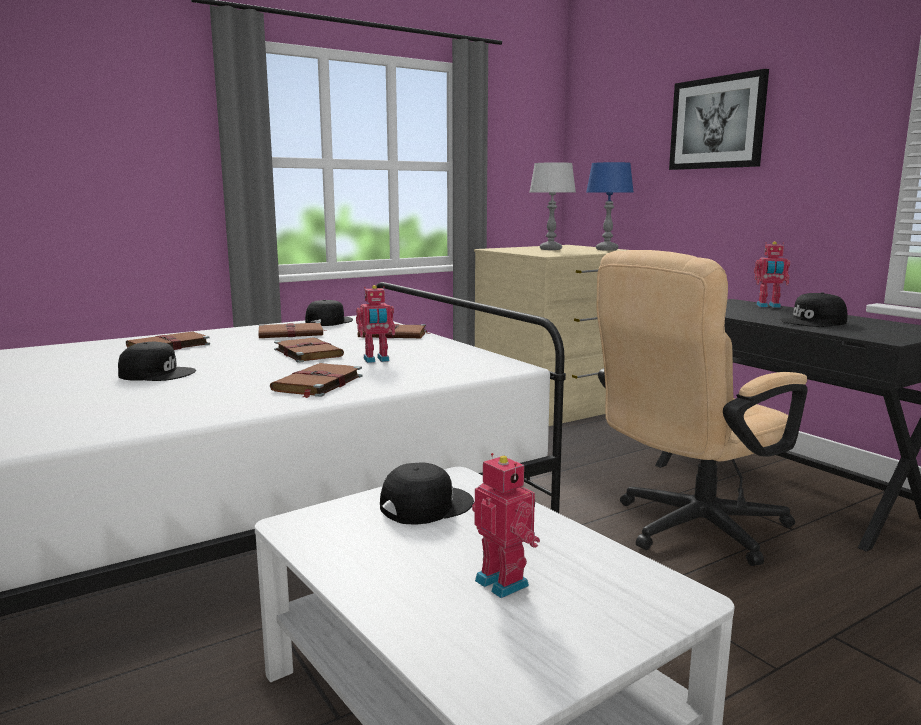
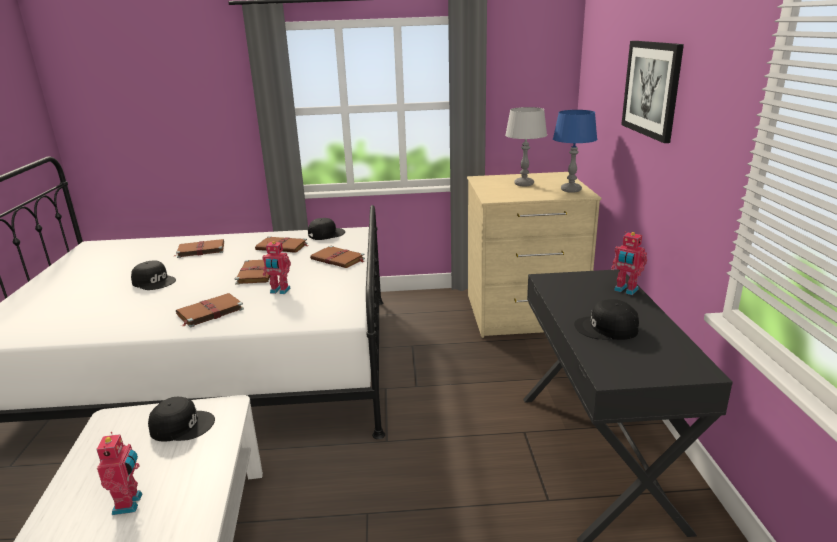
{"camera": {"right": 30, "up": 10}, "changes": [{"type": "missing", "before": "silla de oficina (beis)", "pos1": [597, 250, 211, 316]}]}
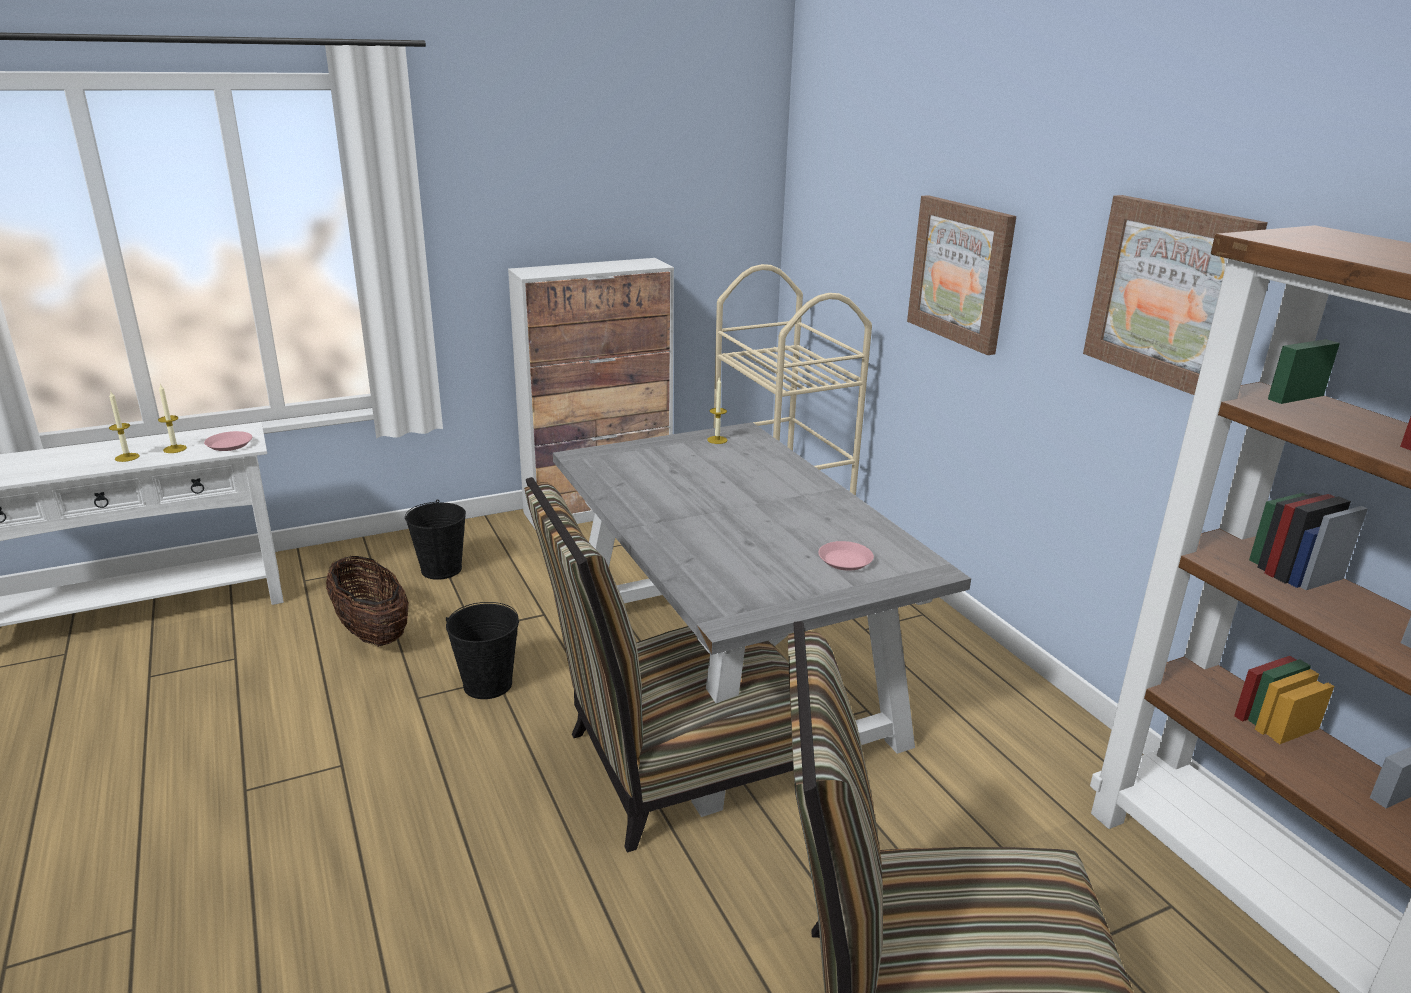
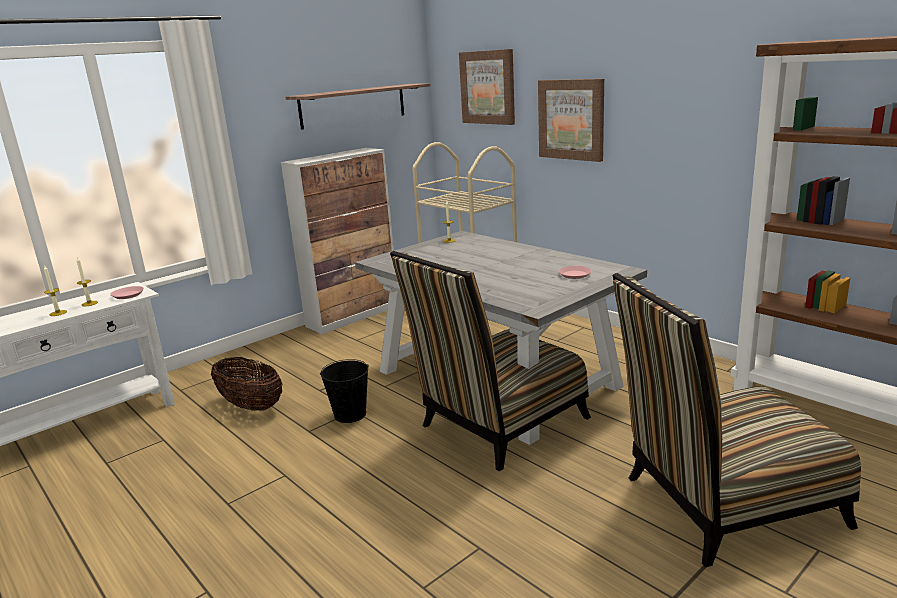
{"camera": {"right": -15, "up": -5}, "changes": [{"type": "appeared", "after": "estante", "pos2": [285, 83, 145, 47]}, {"type": "relocated", "before": "cuadro", "pos1": [1083, 195, 185, 200], "pos2": [459, 49, 56, 76]}, {"type": "missing", "before": "cubo (negro)", "pos1": [405, 500, 61, 80]}]}
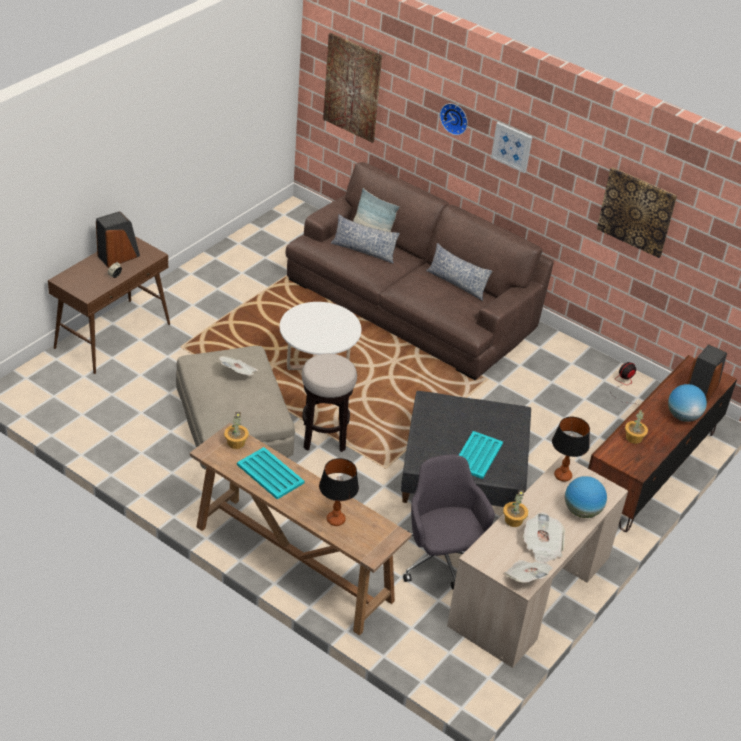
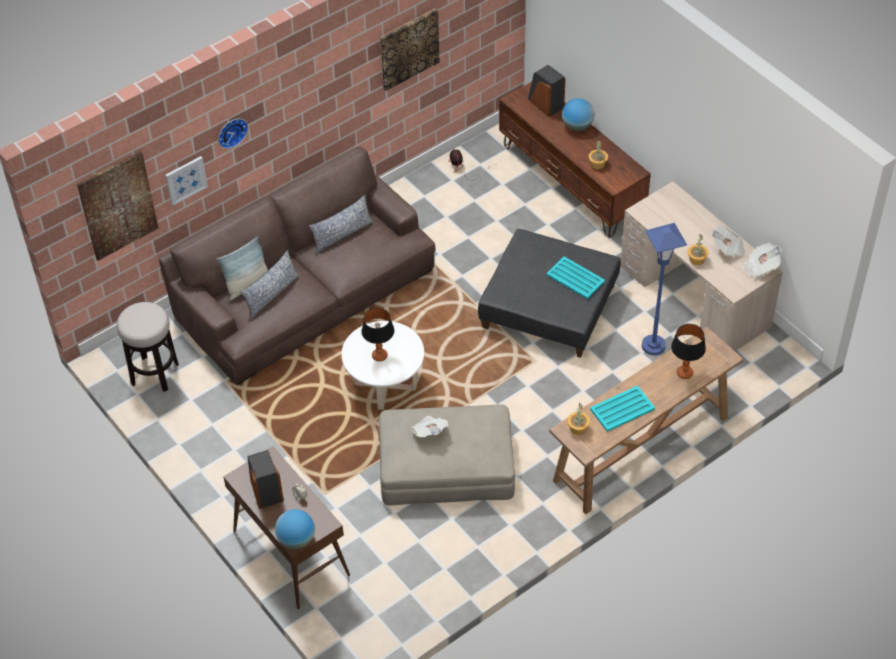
{"camera": {"right": -70, "up": 10}, "changes": [{"type": "relocated", "before": "taburete", "pos1": [302, 354, 55, 98], "pos2": [117, 302, 62, 90]}, {"type": "relocated", "before": "cuadro", "pos1": [491, 122, 41, 51], "pos2": [165, 156, 43, 50]}, {"type": "relocated", "before": "globo terráqueo", "pos1": [565, 476, 42, 42], "pos2": [275, 509, 40, 40]}, {"type": "relocated", "before": "lámpara de mesa", "pos1": [552, 417, 38, 65], "pos2": [361, 308, 33, 53]}, {"type": "exchanged", "before": "silla de oficina (gris)", "after": "lámpara de pie (azul)", "pos1": [403, 455, 92, 134], "pos2": [642, 223, 45, 132]}]}
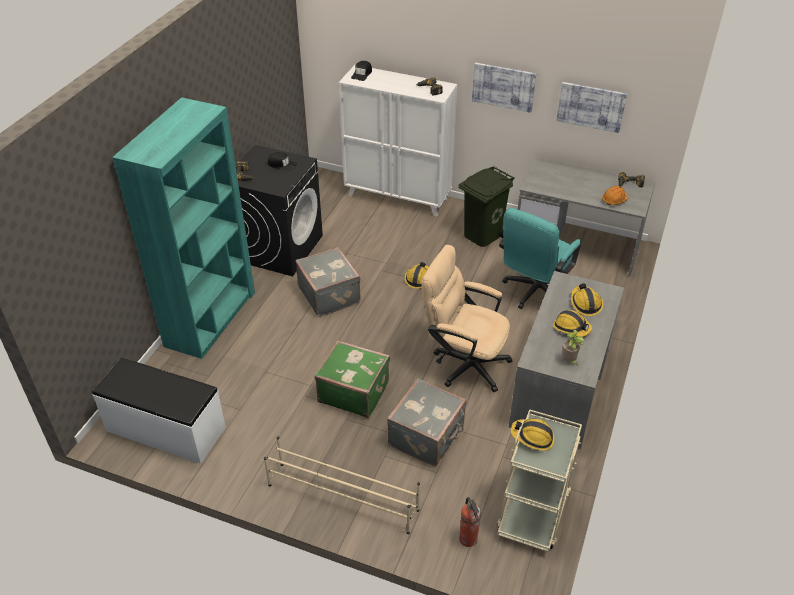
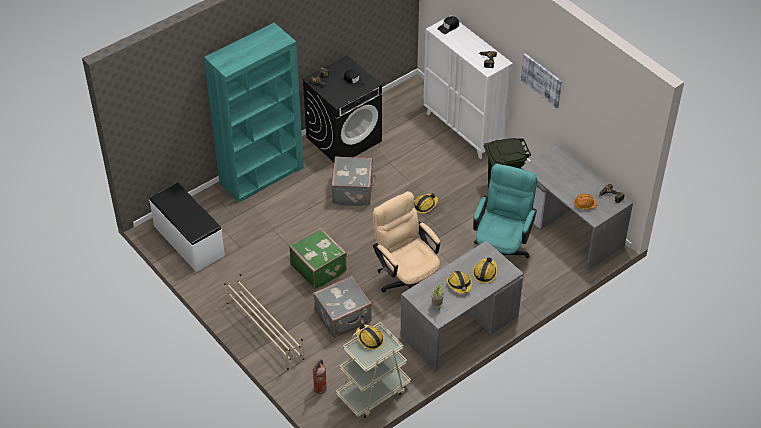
{"camera": {"right": 30, "up": 5}, "changes": [{"type": "spun", "before": "silla de oficina (turquesa)", "pos1": [499, 208, 82, 101], "pos2": [473, 164, 64, 94], "turn": 135}, {"type": "missing", "before": "cuadro", "pos1": [556, 82, 71, 51]}]}
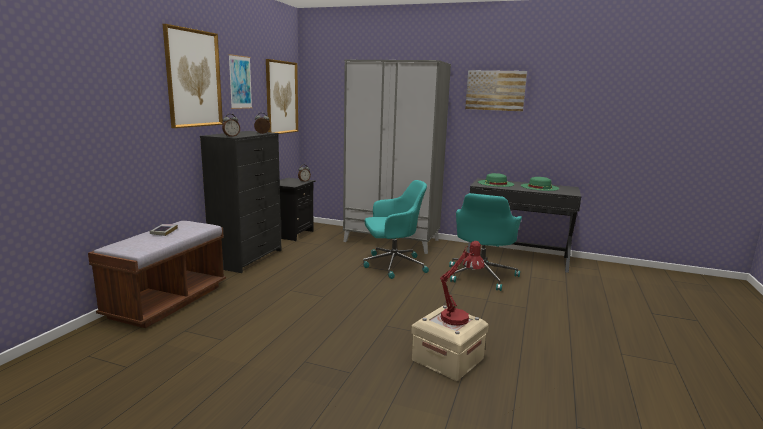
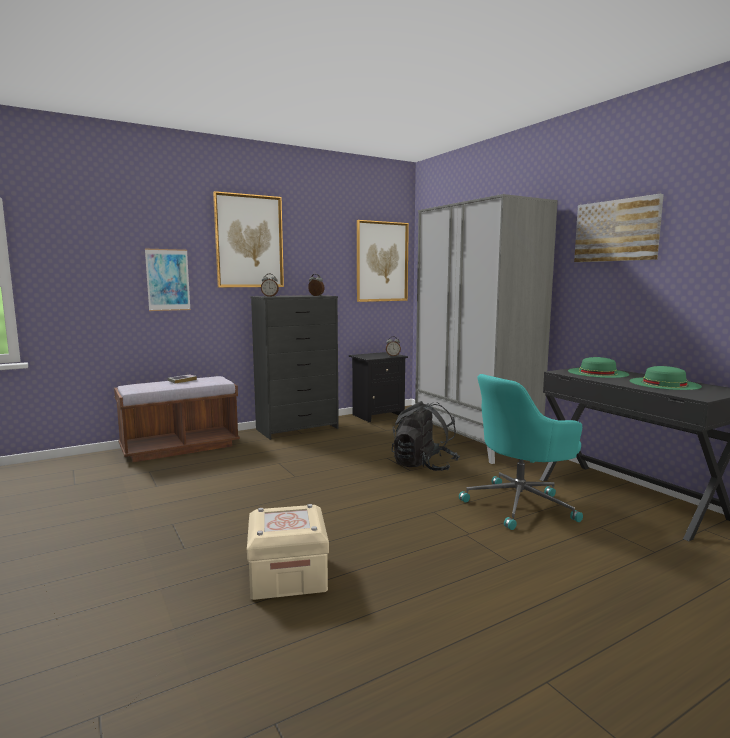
{"camera": {"right": 40, "up": -5}, "changes": [{"type": "relocated", "before": "cuadro", "pos1": [228, 54, 24, 55], "pos2": [145, 249, 46, 62]}, {"type": "exchanged", "before": "silla de oficina (turquesa)", "after": "mochila (negro)", "pos1": [363, 180, 66, 99], "pos2": [392, 401, 68, 70]}, {"type": "missing", "before": "lámpara de mesa (rojo)", "pos1": [440, 241, 45, 85]}]}
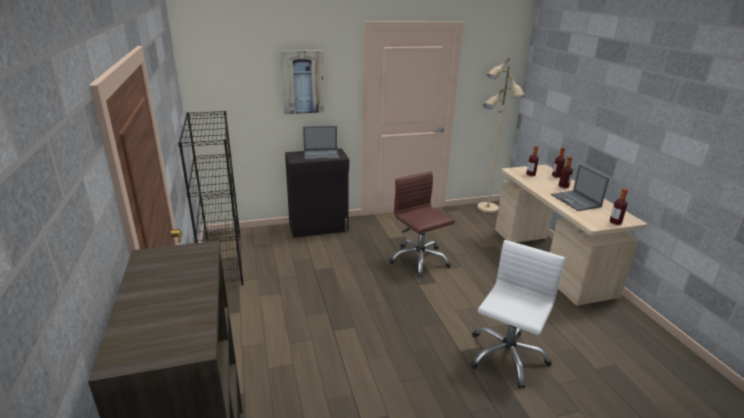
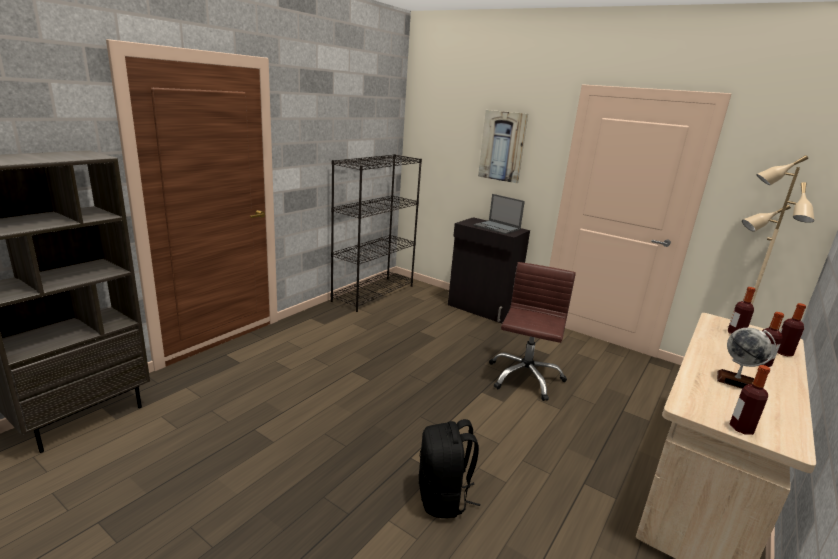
{"camera": {"right": 50, "up": -5}, "changes": [{"type": "exchanged", "before": "silla de oficina (blanco)", "after": "mochila (negro)", "pos1": [470, 240, 95, 149], "pos2": [419, 419, 61, 99]}, {"type": "exchanged", "before": "portátil", "after": "globo terráqueo", "pos1": [551, 165, 58, 46], "pos2": [717, 328, 59, 61]}]}
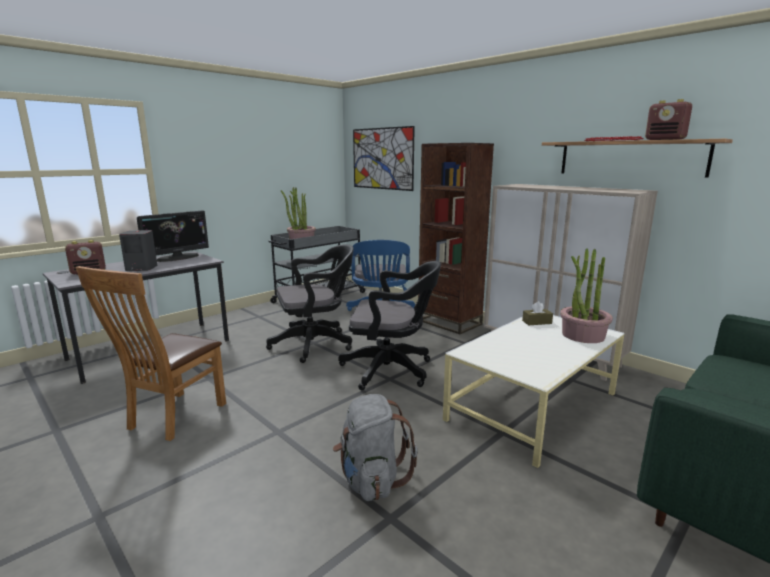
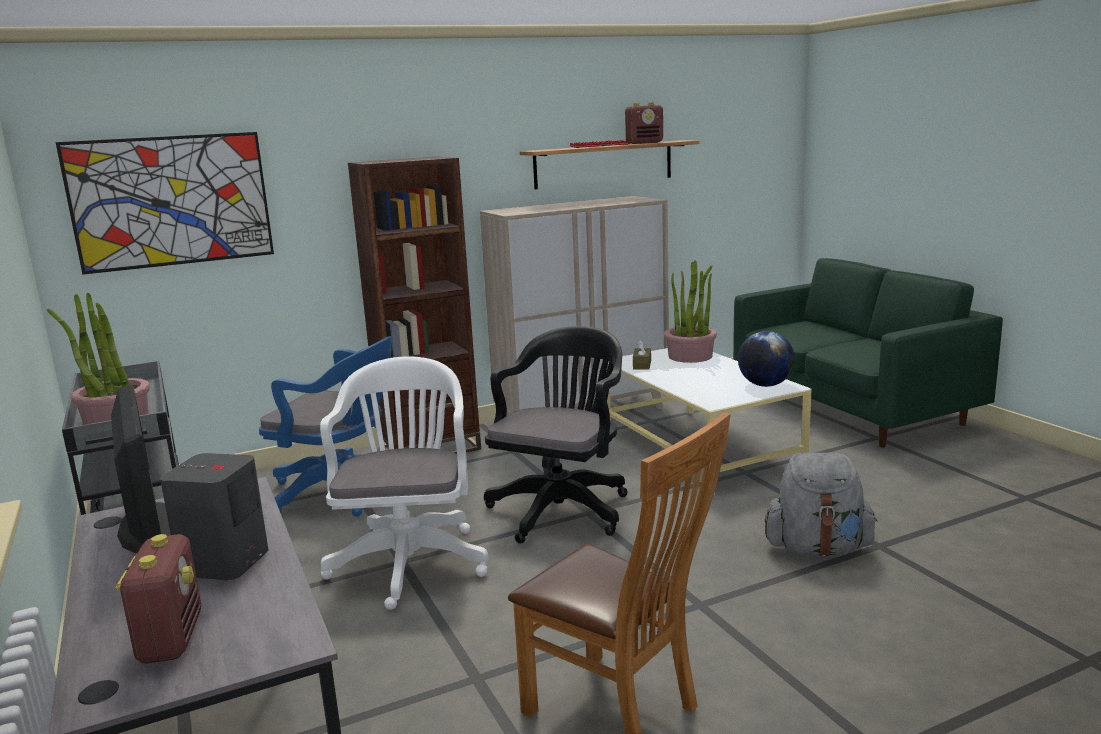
{"camera": {"right": -70, "up": 0}, "changes": [{"type": "colour", "before": "silla de oficina (negro)", "after": "silla de oficina (blanco)", "pos1": [266, 244, 88, 119], "pos2": [320, 356, 169, 254]}, {"type": "appeared", "after": "globo terráqueo", "pos2": [738, 331, 57, 56]}]}
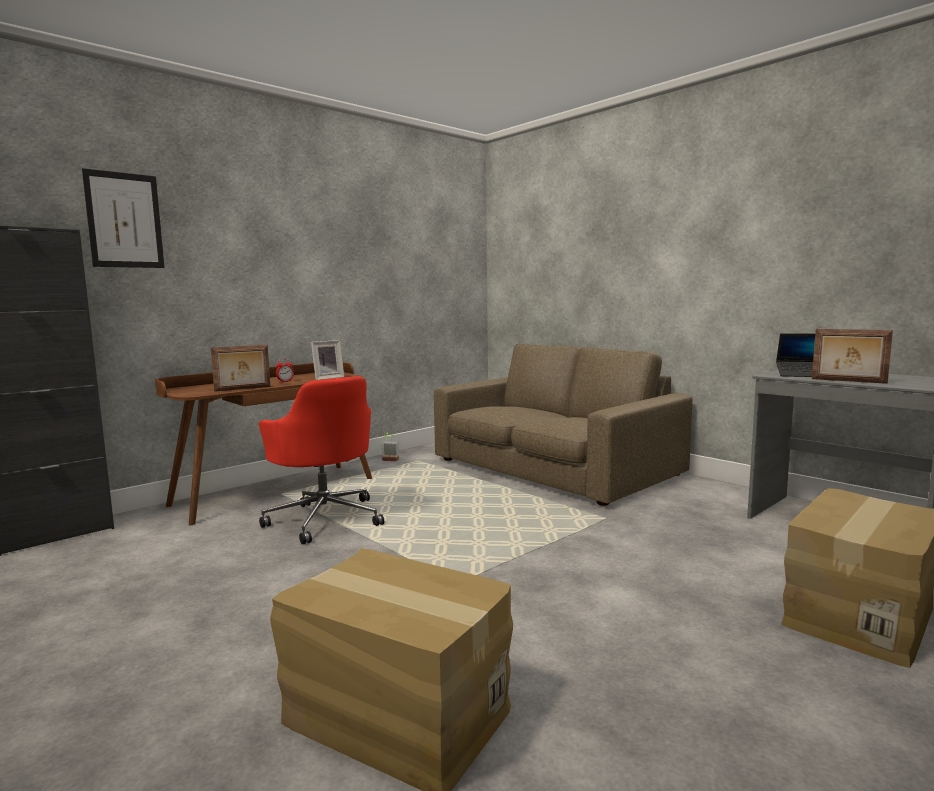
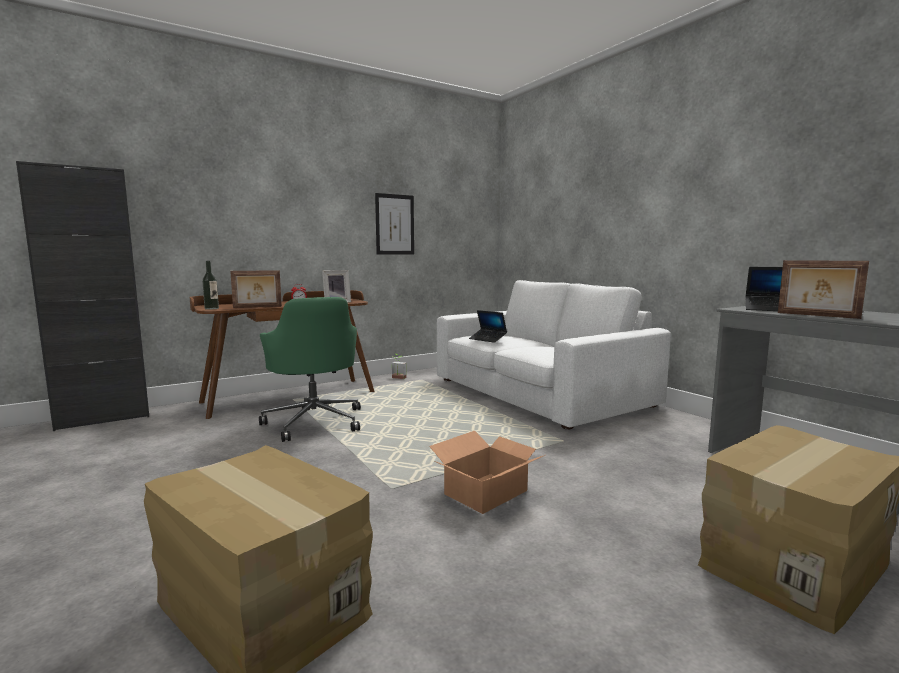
{"camera": {"right": 10, "up": 0}, "changes": [{"type": "appeared", "after": "botella", "pos2": [202, 261, 17, 49]}, {"type": "colour", "before": "silla de oficina (rojo)", "after": "silla de oficina (verde)", "pos1": [259, 376, 125, 169], "pos2": [259, 297, 102, 145]}, {"type": "relocated", "before": "cuadro", "pos1": [82, 168, 83, 100], "pos2": [375, 193, 39, 62]}, {"type": "appeared", "after": "caja de cartón", "pos2": [429, 431, 116, 83]}, {"type": "colour", "before": "sofá (marrón)", "after": "sofá (blanco)", "pos1": [434, 343, 259, 163], "pos2": [437, 280, 234, 150]}, {"type": "appeared", "after": "portátil", "pos2": [469, 310, 38, 33]}]}
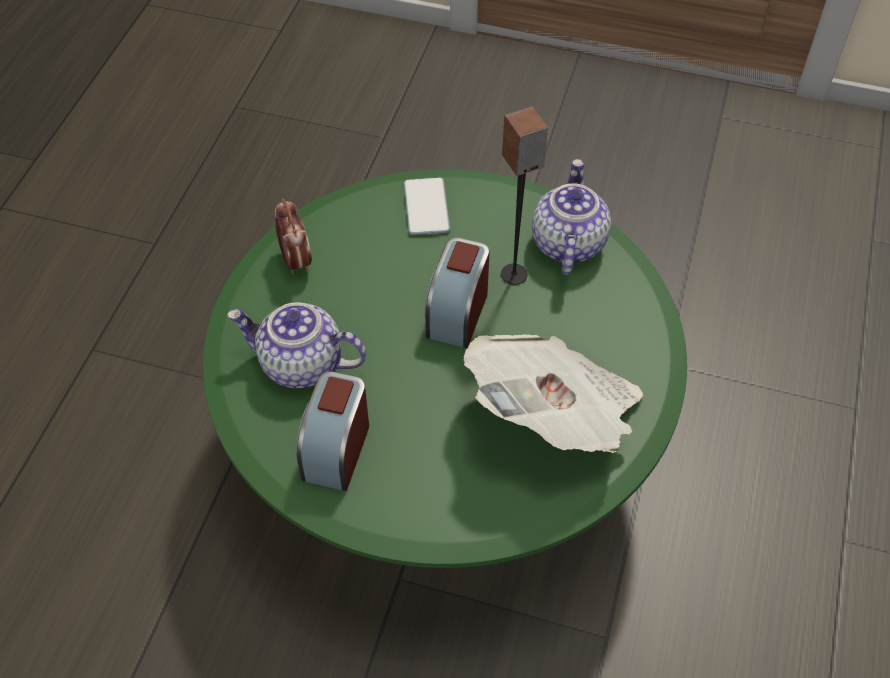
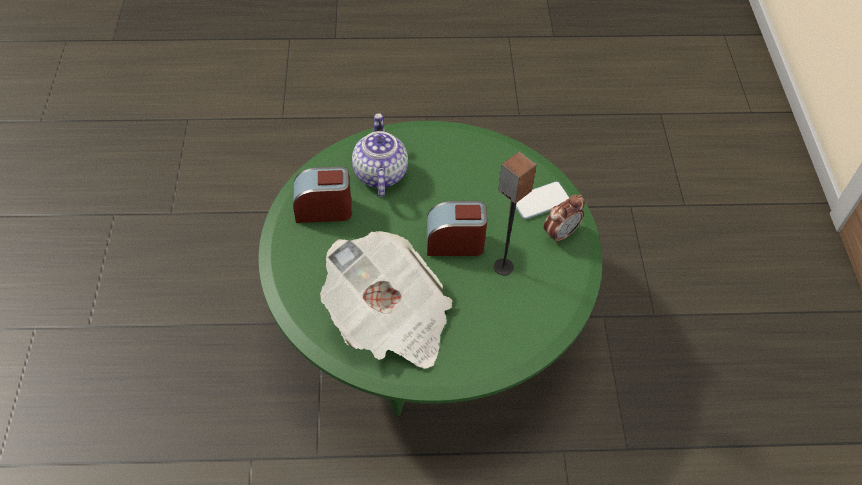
{"camera": {"right": 70, "up": 0}, "changes": [{"type": "relocated", "before": "despertador", "pos1": [275, 199, 37, 75], "pos2": [543, 195, 42, 49]}, {"type": "missing", "before": "tetera", "pos1": [532, 159, 79, 116]}]}
